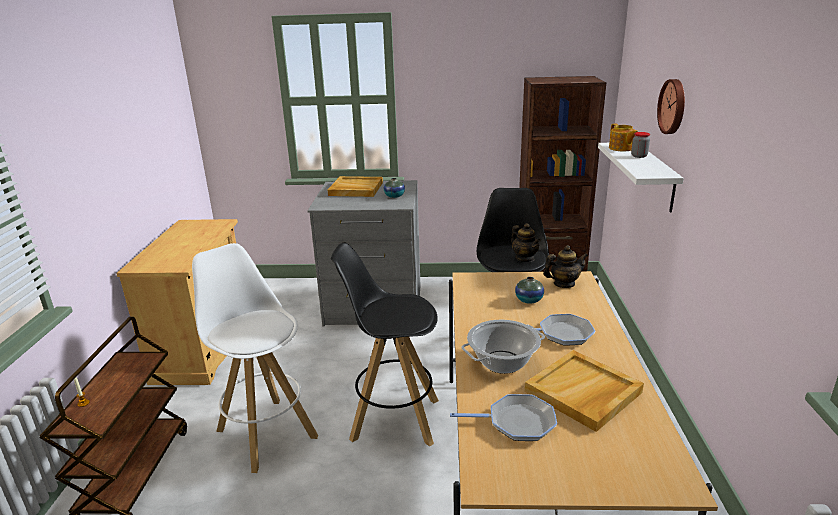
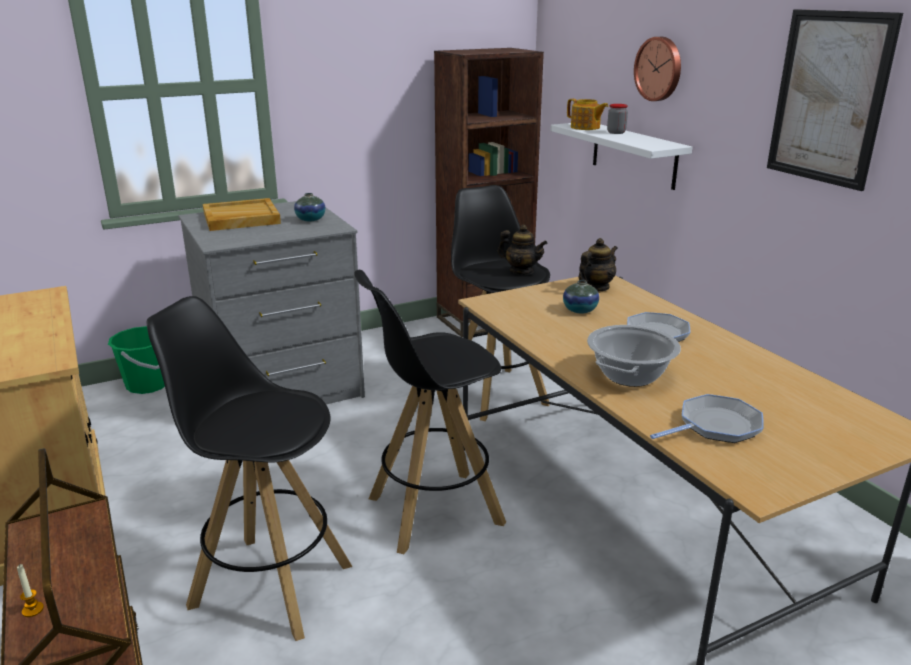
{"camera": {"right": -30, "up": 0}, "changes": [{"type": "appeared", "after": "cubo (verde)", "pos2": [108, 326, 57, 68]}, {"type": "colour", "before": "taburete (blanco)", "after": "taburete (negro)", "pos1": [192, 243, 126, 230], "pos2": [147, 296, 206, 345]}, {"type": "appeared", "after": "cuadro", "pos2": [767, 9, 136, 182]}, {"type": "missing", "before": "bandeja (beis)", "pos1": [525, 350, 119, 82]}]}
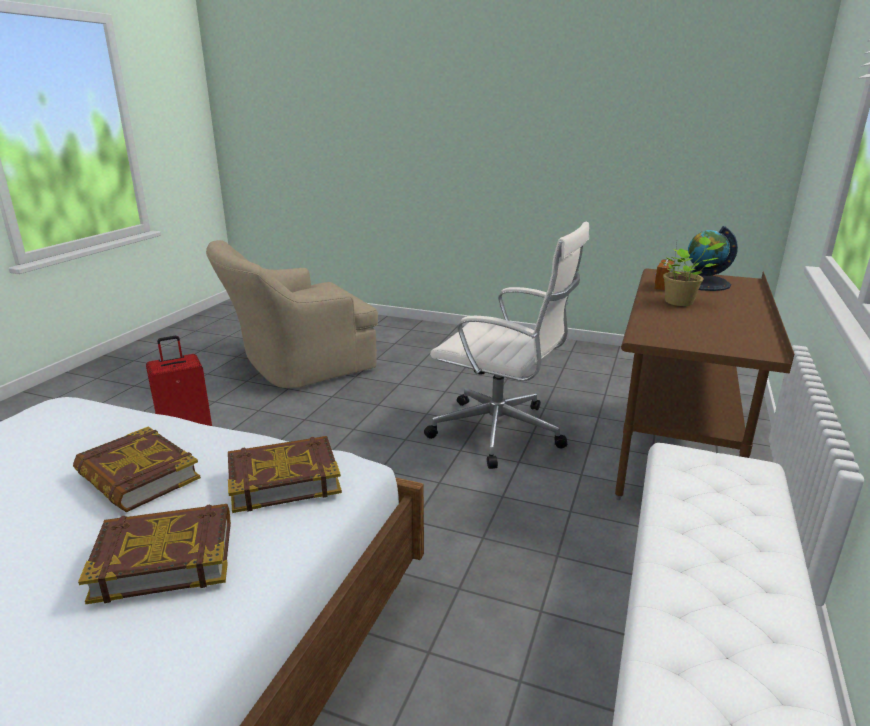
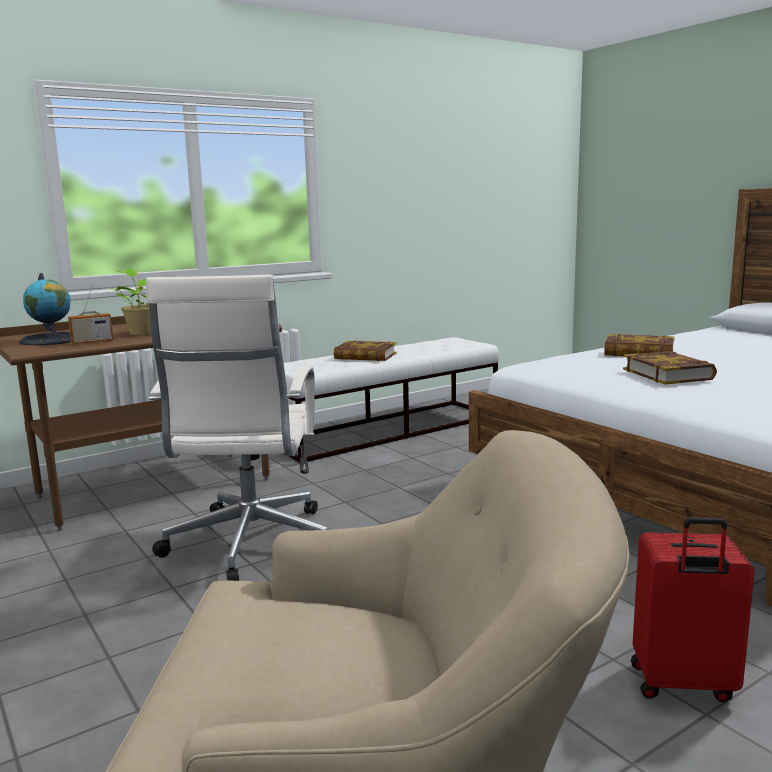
{"camera": {"right": -145, "up": -10}, "changes": [{"type": "spun", "before": "silla de oficina (blanco)", "pos1": [424, 222, 165, 247], "pos2": [146, 275, 182, 306], "turn": -150}, {"type": "relocated", "before": "libro", "pos1": [228, 436, 114, 77], "pos2": [334, 341, 63, 20]}]}
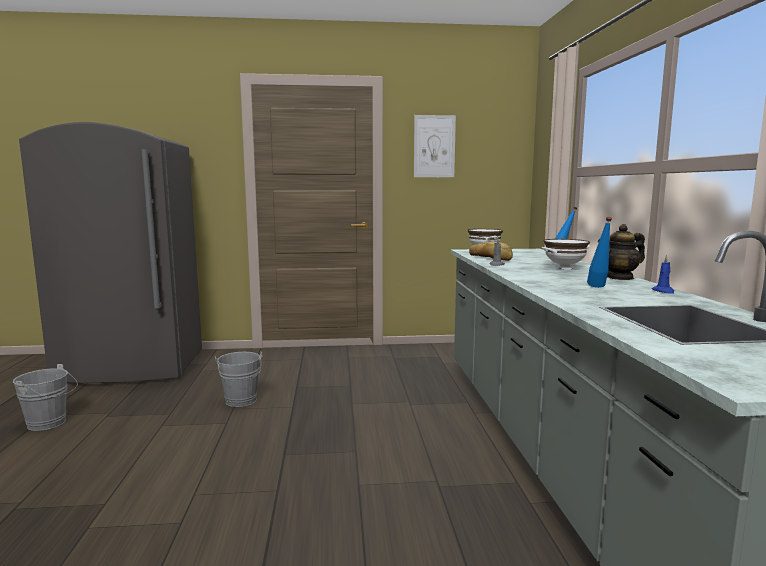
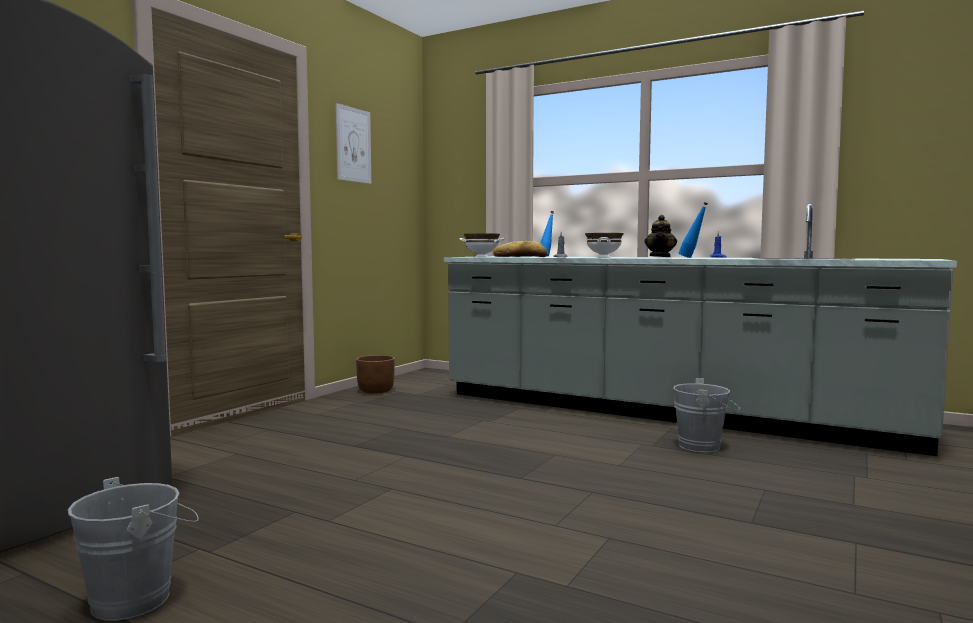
{"camera": {"right": -55, "up": -5}, "changes": [{"type": "appeared", "after": "maceta (marrón)", "pos2": [356, 355, 39, 39]}, {"type": "relocated", "before": "cubo (gris)", "pos1": [215, 352, 47, 55], "pos2": [673, 378, 67, 74]}]}
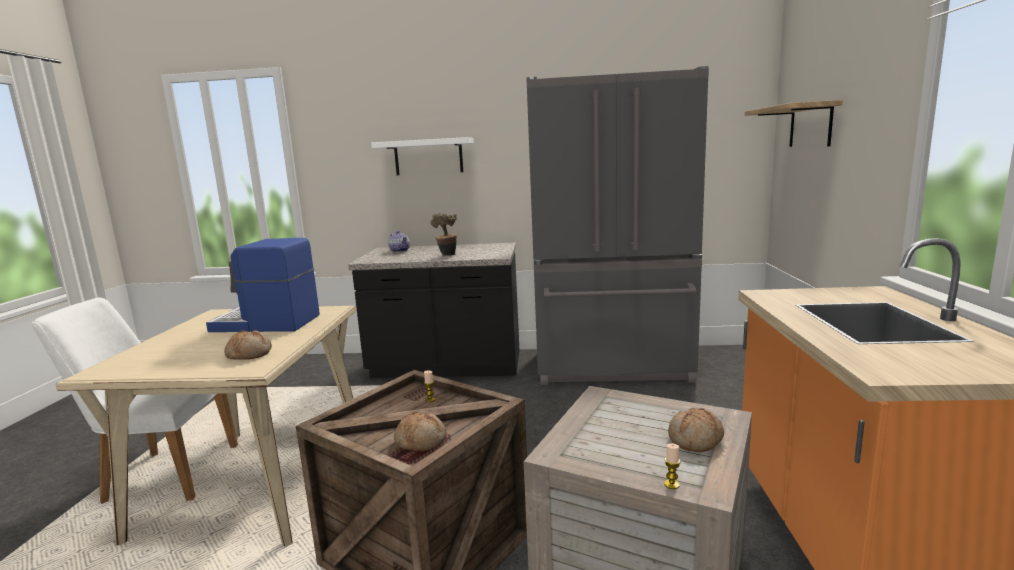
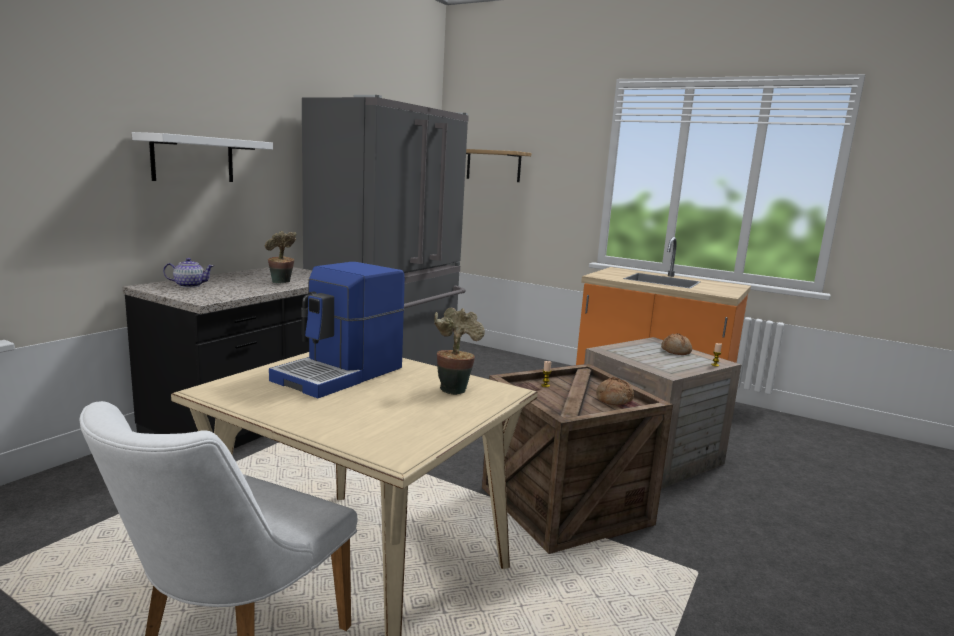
{"camera": {"right": -65, "up": 0}, "changes": [{"type": "exchanged", "before": "pan", "after": "planta en maceta", "pos1": [224, 330, 48, 30], "pos2": [434, 308, 51, 87]}]}
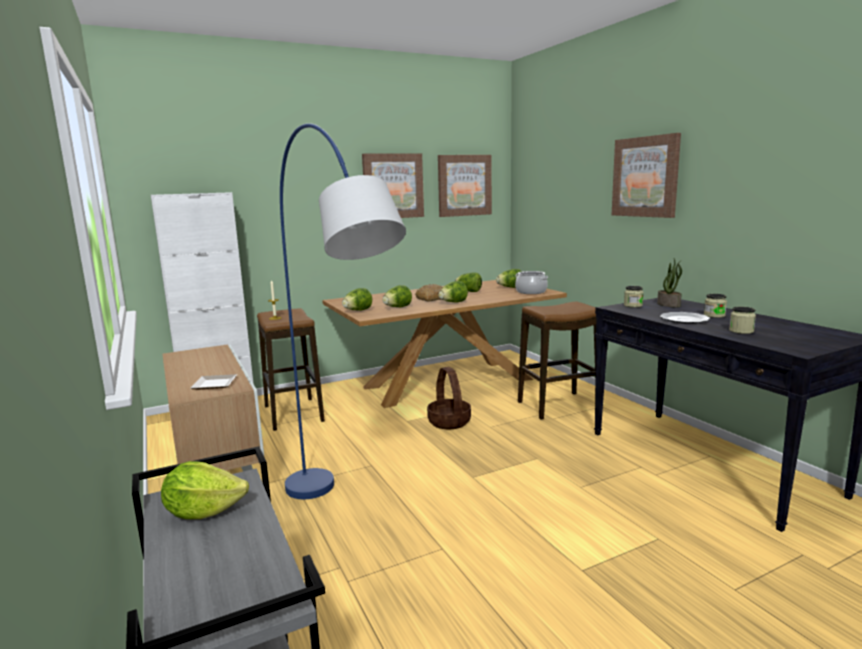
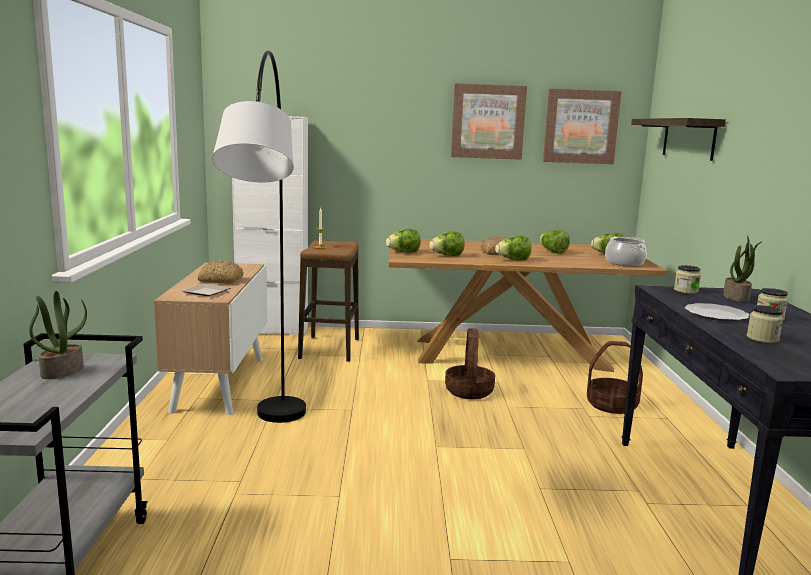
{"camera": {"right": 25, "up": 0}, "changes": [{"type": "exchanged", "before": "lechuga", "after": "planta en maceta", "pos1": [161, 461, 88, 58], "pos2": [29, 291, 58, 88]}, {"type": "appeared", "after": "pan", "pos2": [198, 260, 46, 24]}, {"type": "colour", "before": "lámpara de pie (azul)", "after": "lámpara de pie (gris)", "pos1": [280, 123, 126, 376], "pos2": [212, 50, 94, 373]}, {"type": "exchanged", "before": "taburete", "after": "cesta", "pos1": [518, 301, 79, 119], "pos2": [587, 341, 56, 73]}, {"type": "appeared", "after": "estante", "pos2": [631, 118, 95, 43]}, {"type": "missing", "before": "cuadro", "pos1": [612, 133, 69, 85]}]}
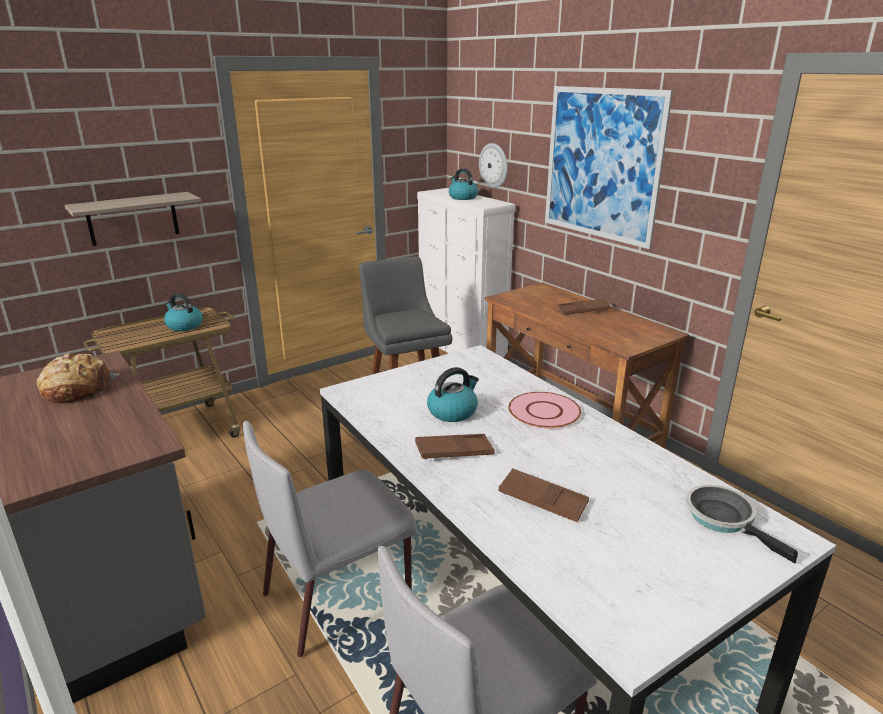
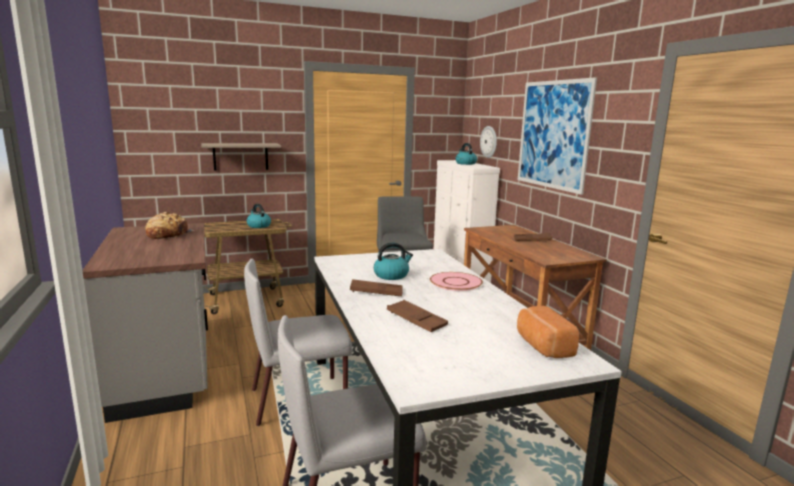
{"camera": {"right": 15, "up": -10}, "changes": [{"type": "exchanged", "before": "sartén", "after": "pan", "pos1": [686, 485, 112, 79], "pos2": [517, 306, 62, 52]}]}
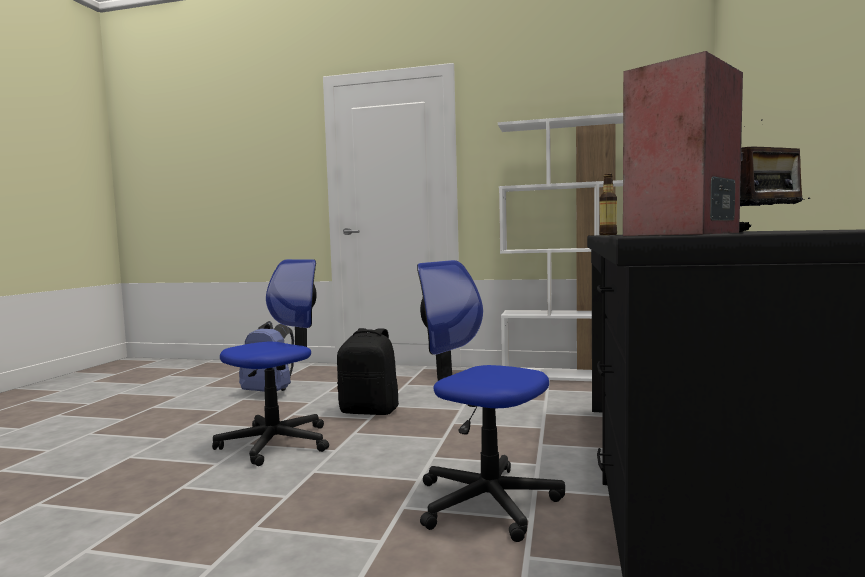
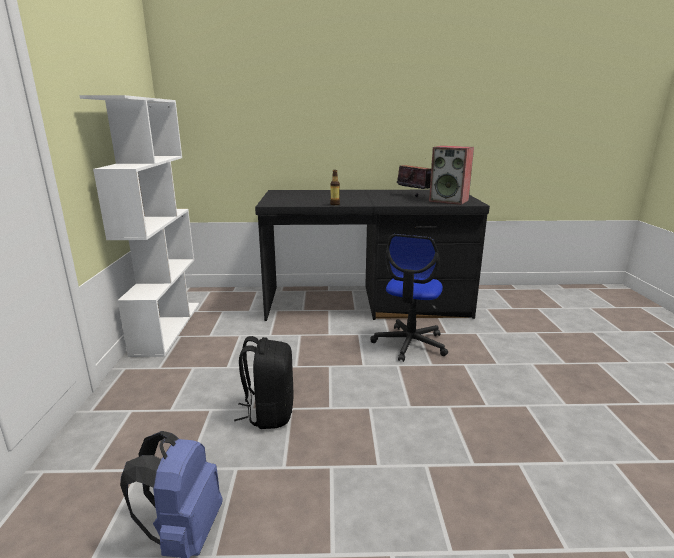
{"camera": {"right": -105, "up": 15}, "changes": [{"type": "missing", "before": "silla de oficina", "pos1": [212, 259, 117, 207]}]}
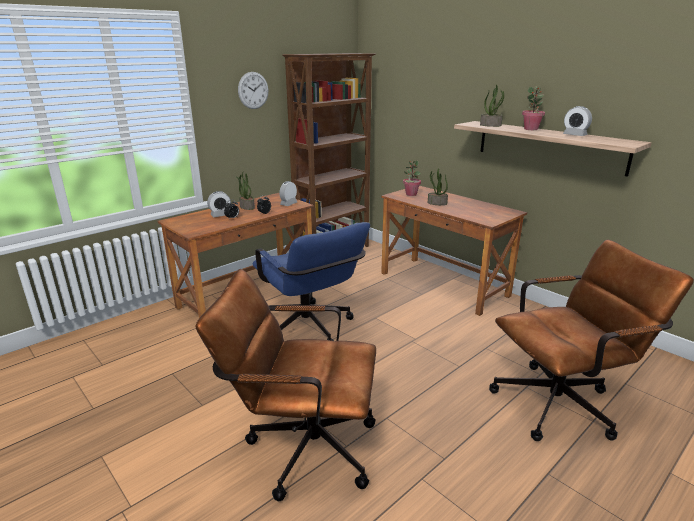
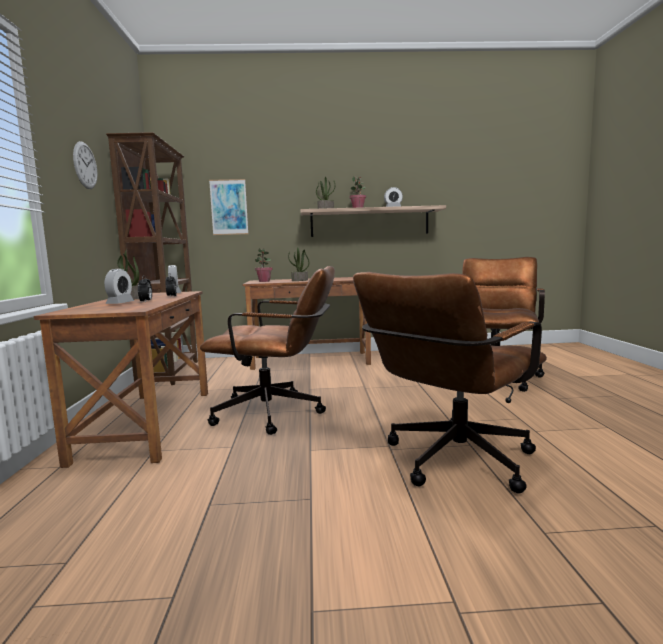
{"camera": {"right": -50, "up": -15}, "changes": [{"type": "colour", "before": "silla de oficina (azul)", "after": "silla de oficina (marrón)", "pos1": [252, 222, 118, 119], "pos2": [200, 266, 135, 169]}, {"type": "appeared", "after": "cuadro", "pos2": [209, 179, 39, 56]}]}
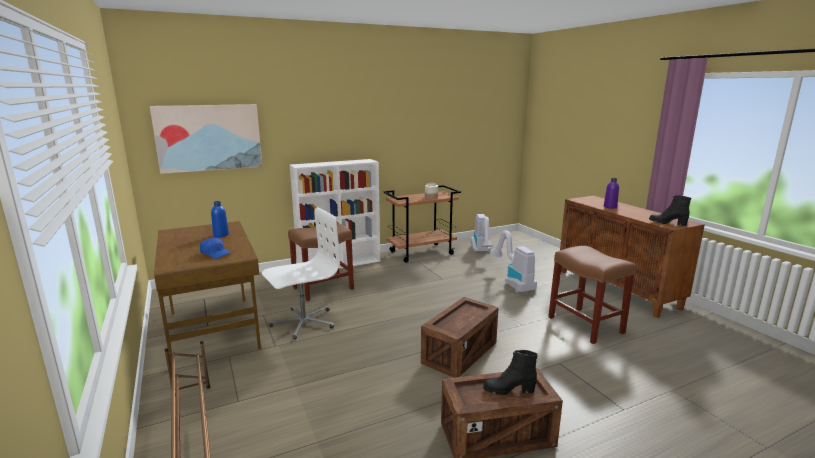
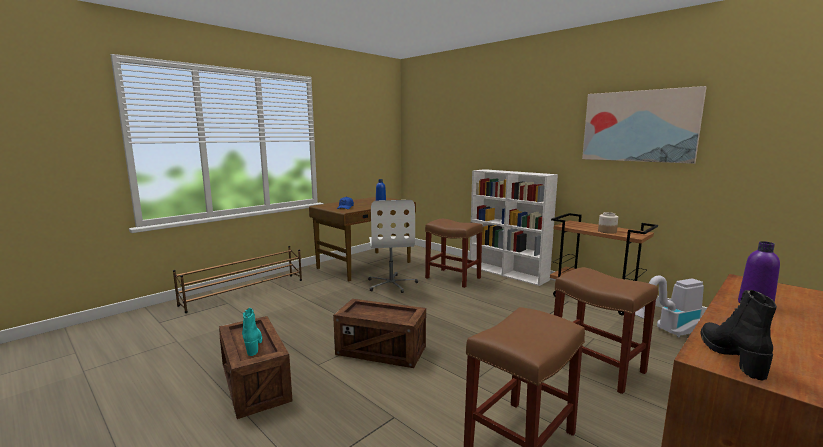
{"camera": {"right": 70, "up": -5}, "changes": [{"type": "colour", "before": "bota (negro)", "after": "bota (turquesa)", "pos1": [483, 350, 55, 45], "pos2": [242, 308, 20, 48]}, {"type": "spun", "before": "silla de oficina (blanco)", "pos1": [262, 207, 78, 132], "pos2": [368, 200, 50, 93], "turn": 45}, {"type": "exchanged", "before": "aspiradora", "after": "taburete (marrón)", "pos1": [491, 230, 46, 63], "pos2": [554, 267, 104, 127]}, {"type": "relocated", "before": "cuadro", "pos1": [150, 104, 112, 70], "pos2": [582, 86, 125, 78]}]}
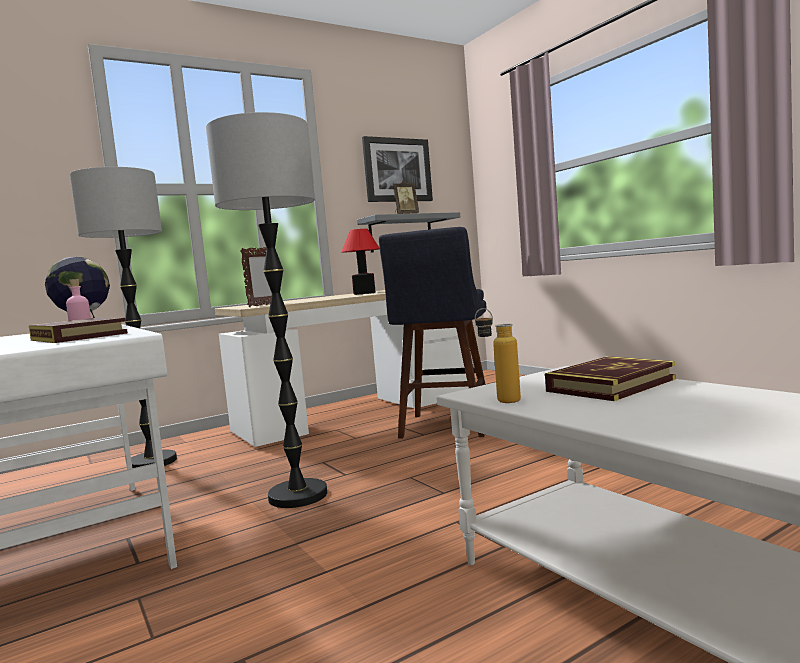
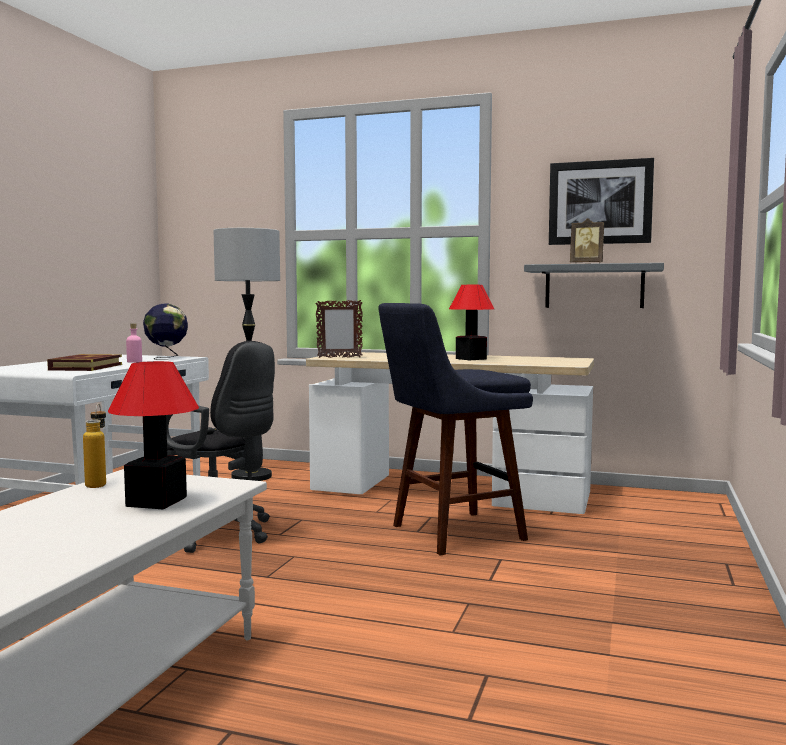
{"camera": {"right": 50, "up": 0}, "changes": [{"type": "exchanged", "before": "libro", "after": "lámpara de mesa", "pos1": [545, 356, 131, 45], "pos2": [108, 361, 91, 149]}, {"type": "exchanged", "before": "lámpara de pie", "after": "silla de oficina (negro)", "pos1": [206, 112, 121, 396], "pos2": [166, 341, 109, 212]}]}
